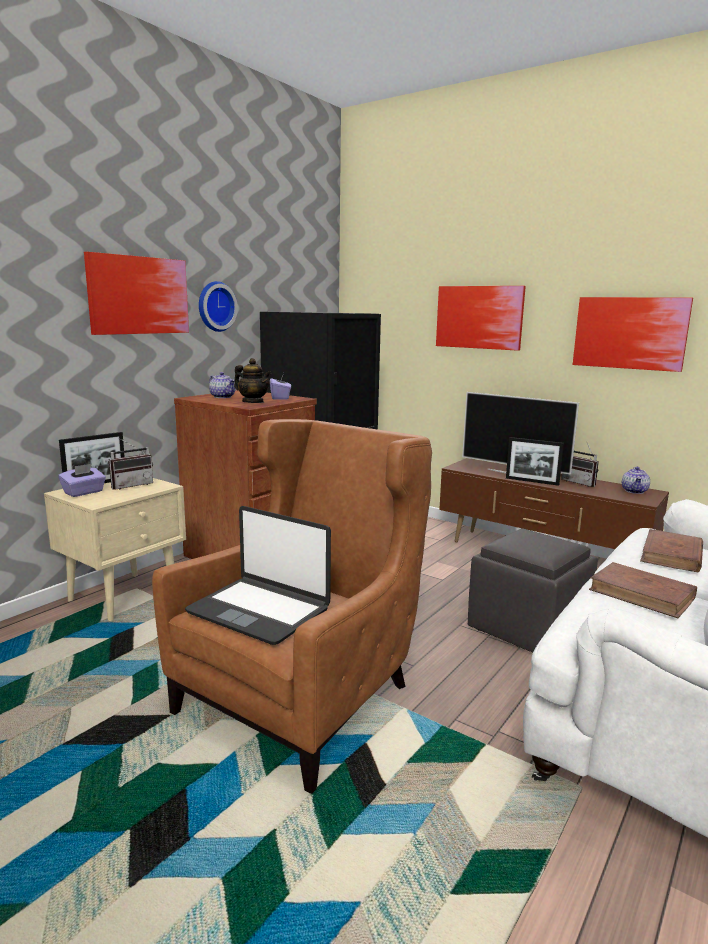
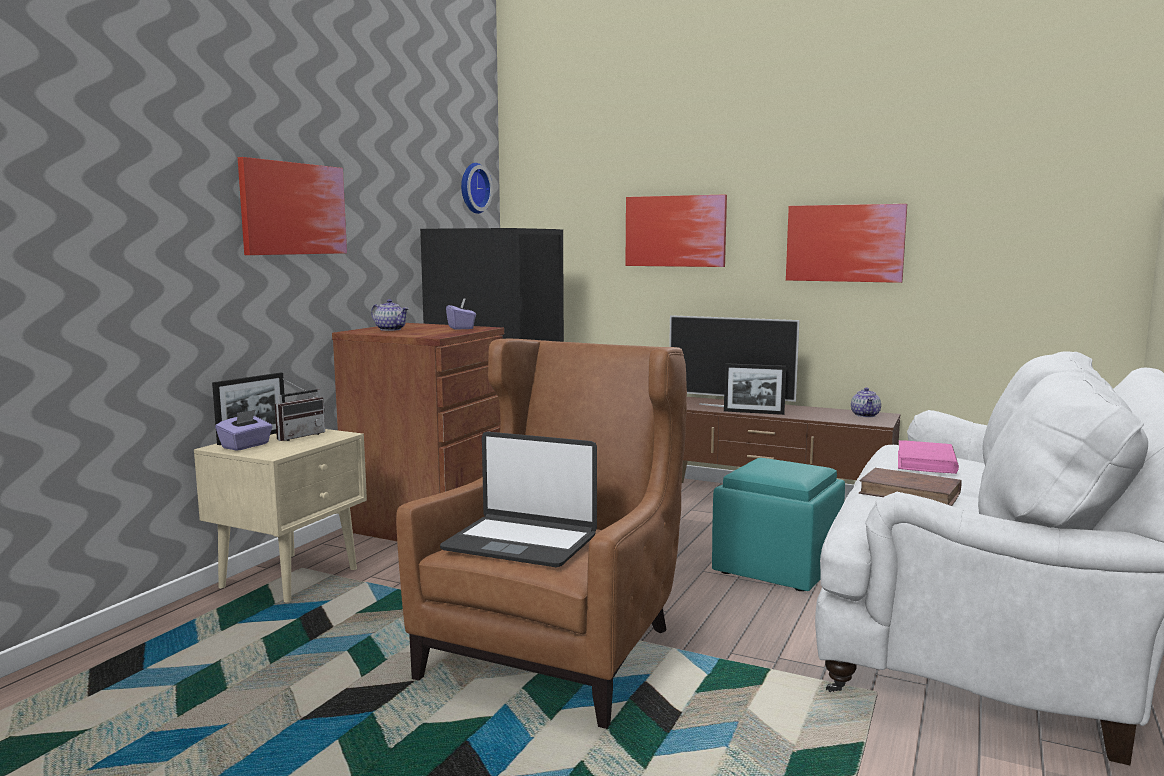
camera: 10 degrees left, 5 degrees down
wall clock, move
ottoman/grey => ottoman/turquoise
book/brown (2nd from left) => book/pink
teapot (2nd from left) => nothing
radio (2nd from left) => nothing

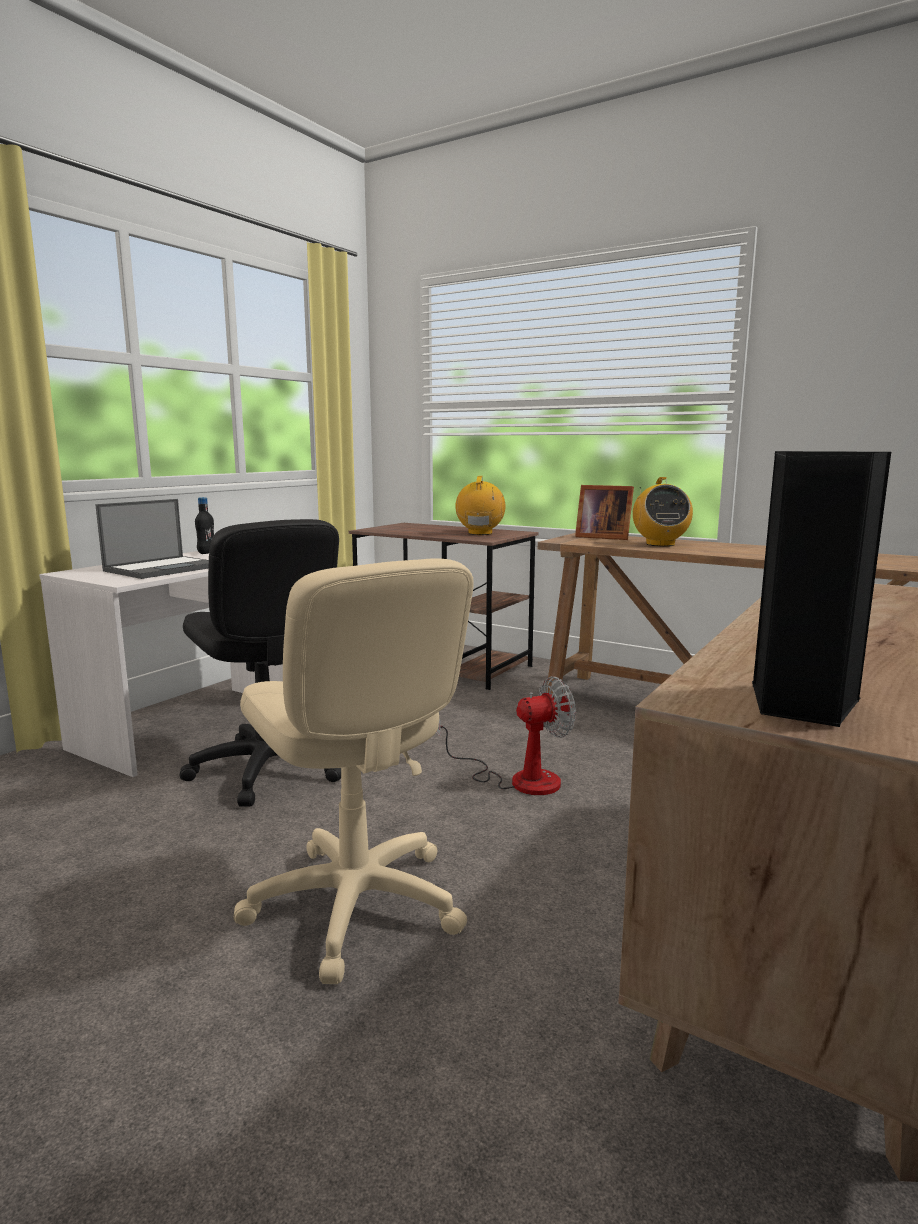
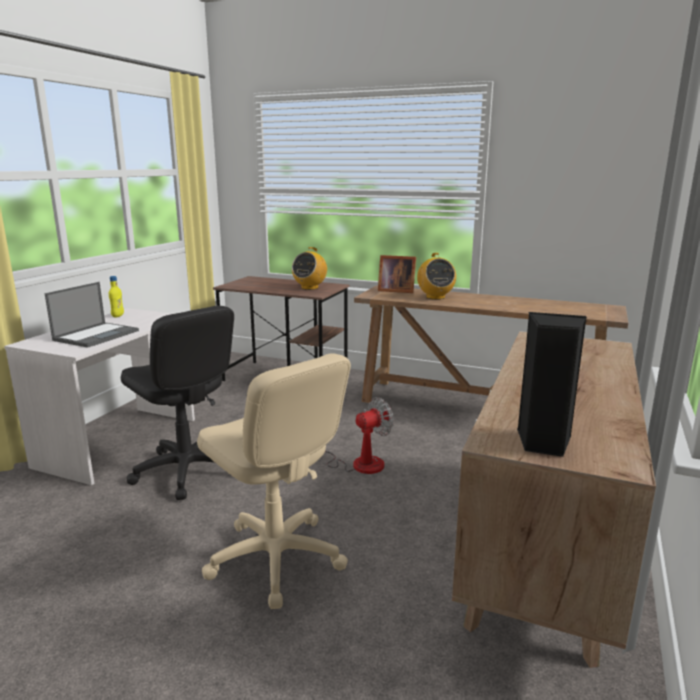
camera: 10 degrees left, 5 degrees up
bottle/black => bottle/yellow
radio (1st from left), 150 degrees counterclockwise

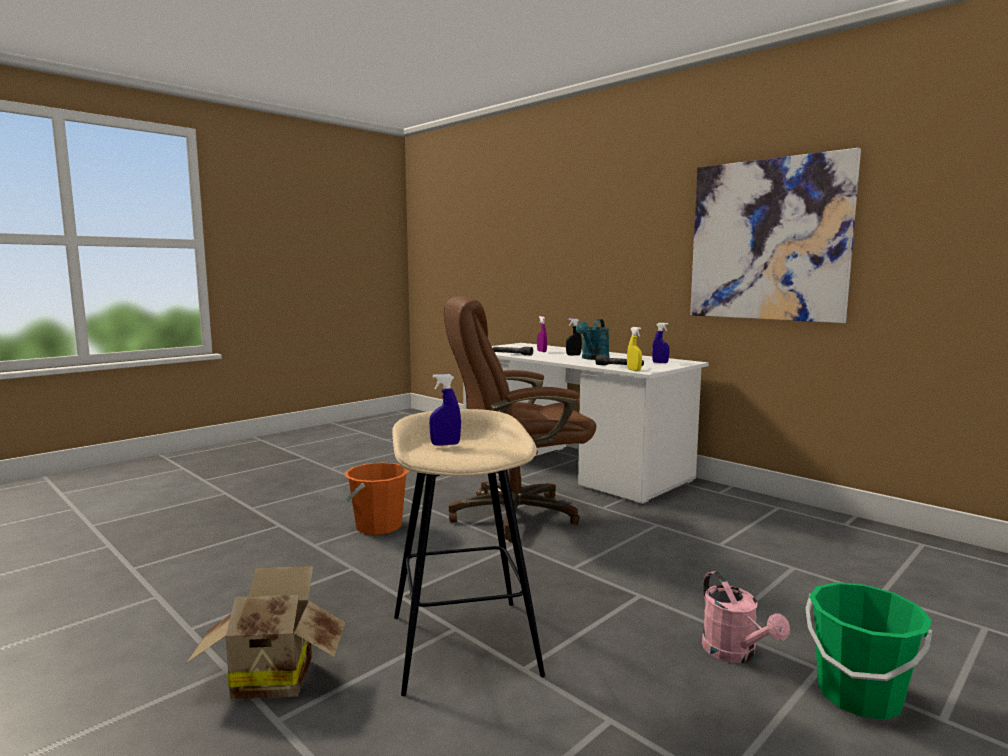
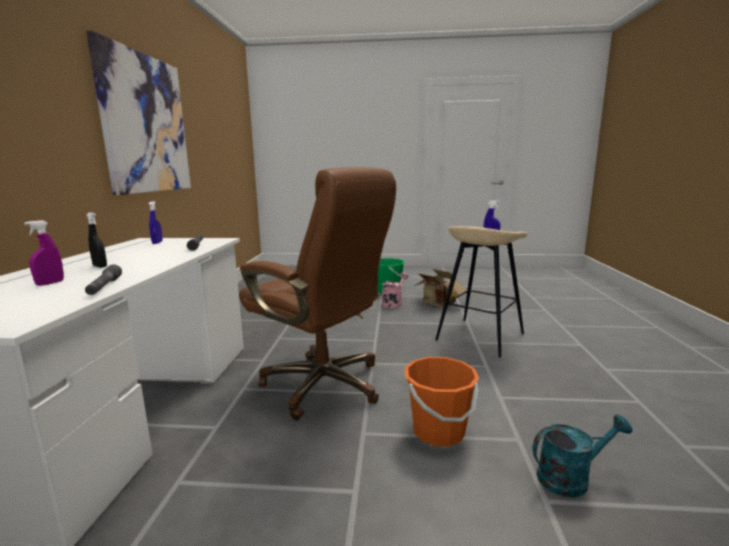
camera: 130 degrees left, 5 degrees up
cardboard box, move
watering can/turquoise, move
spray bottle/yellow => nothing

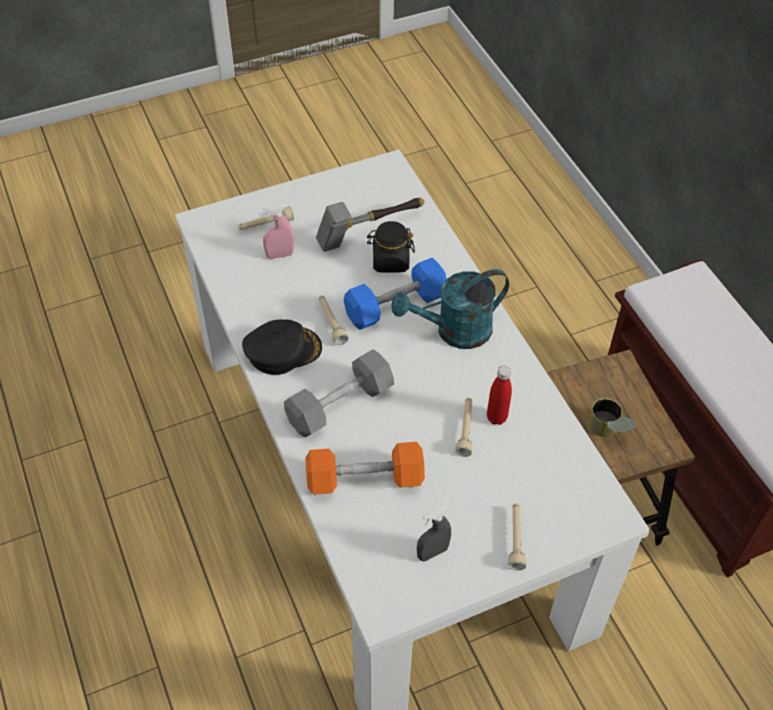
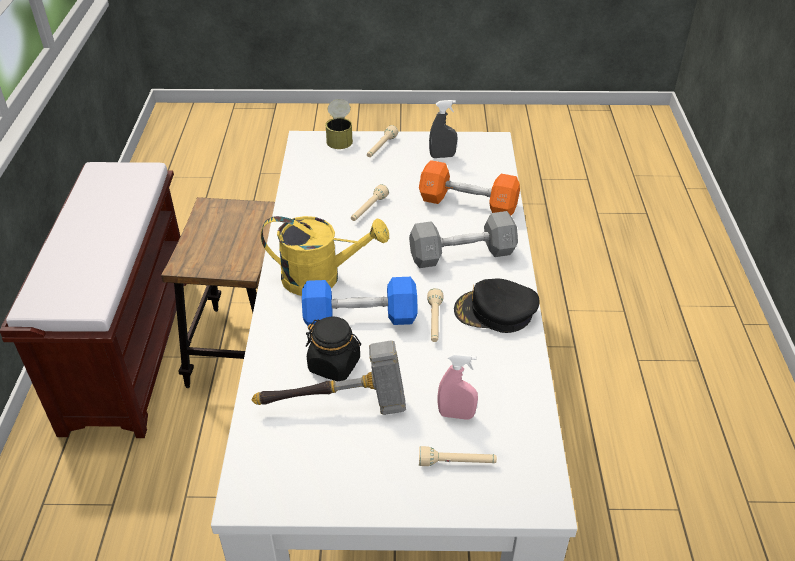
camera: 155 degrees left, 10 degrees down
watering can/turquoise => watering can/yellow
can, move
bottle/red => nothing

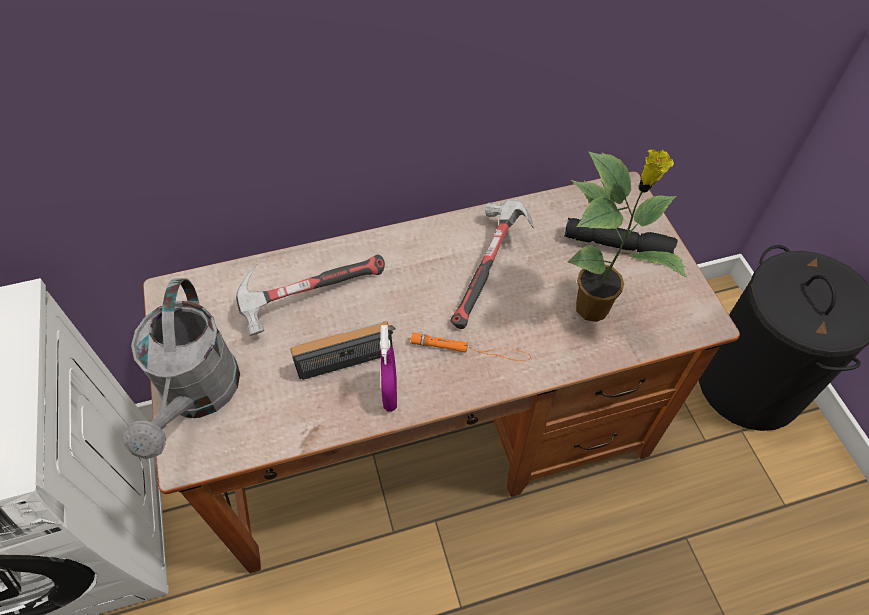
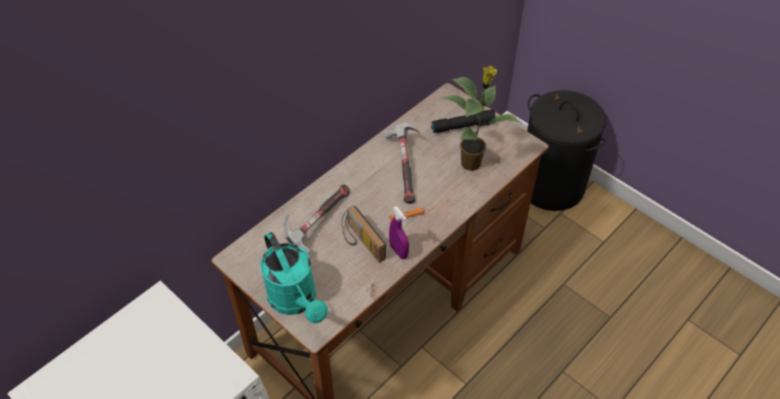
camera: 30 degrees left, 5 degrees down
watering can/grey => watering can/turquoise
radio, 75 degrees counterclockwise

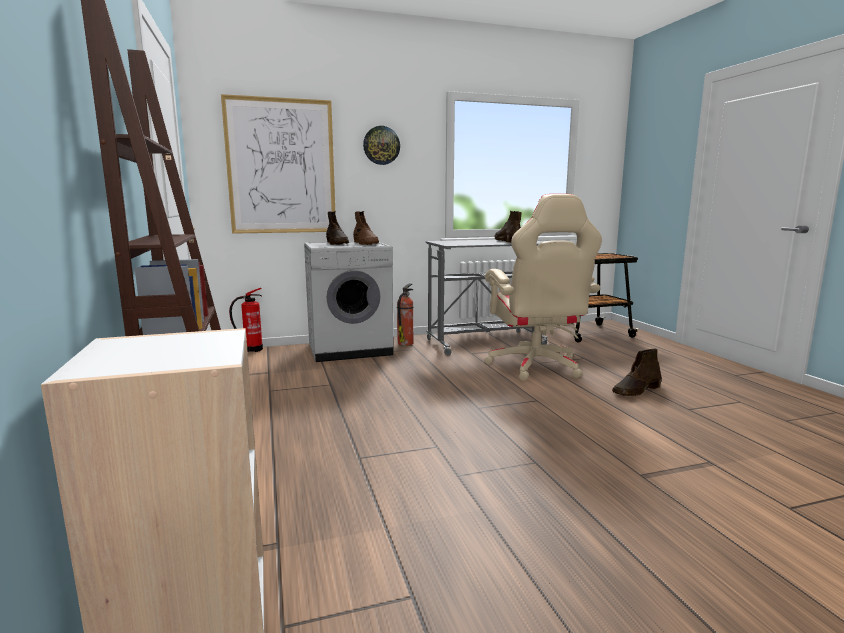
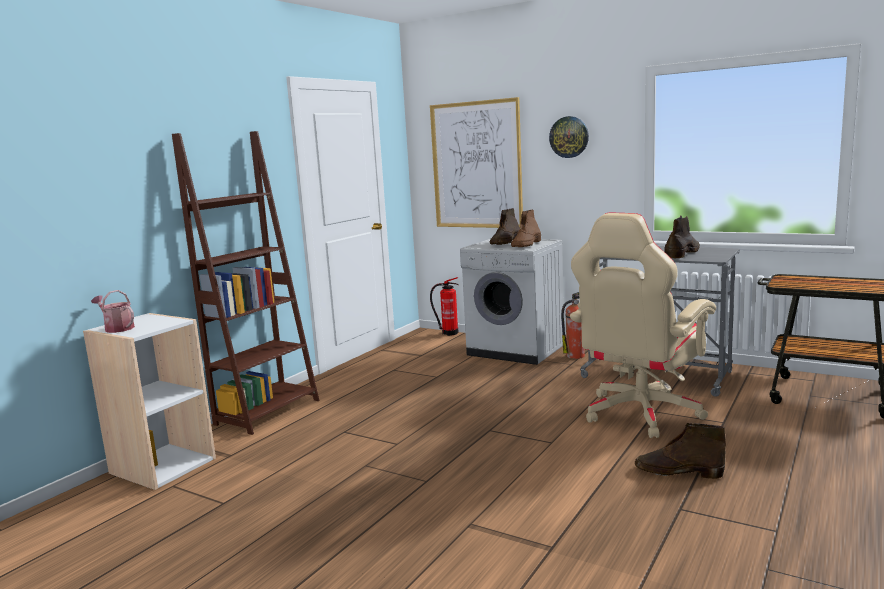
camera: 50 degrees right, 0 degrees up
nothing => watering can

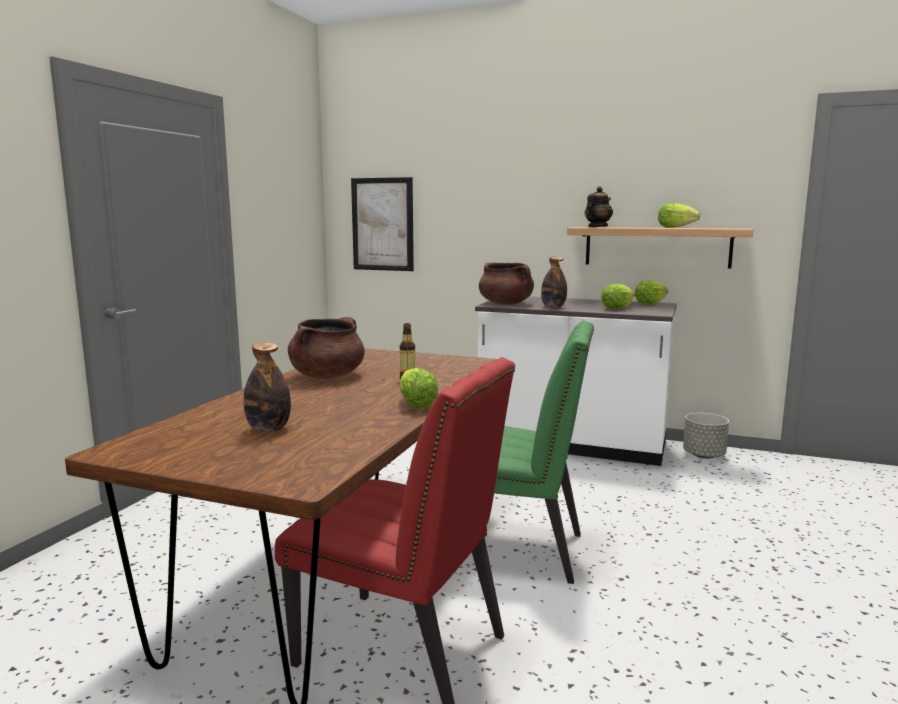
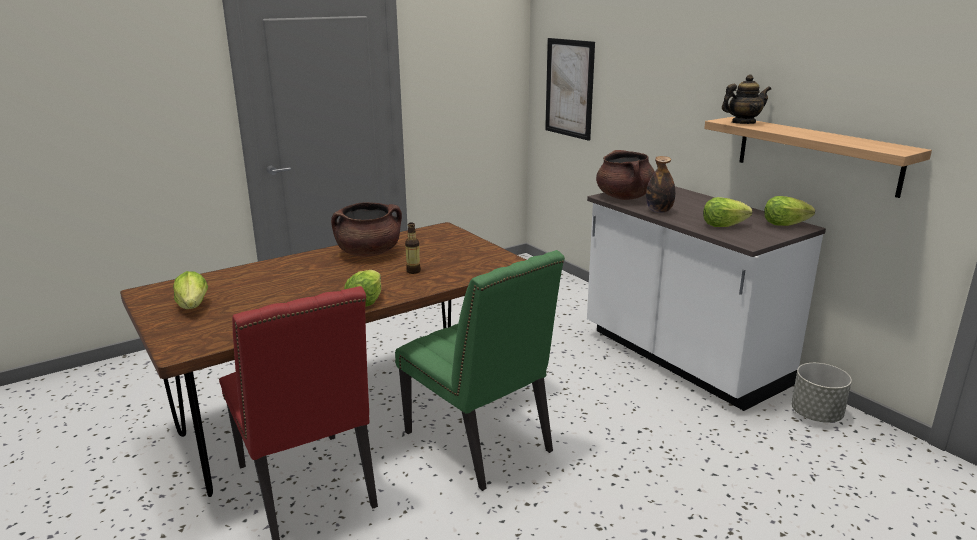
camera: 35 degrees right, 10 degrees up
lettuce (4th from left in the first image) => lettuce (1st from left), move
bottle (1st from left) => nothing

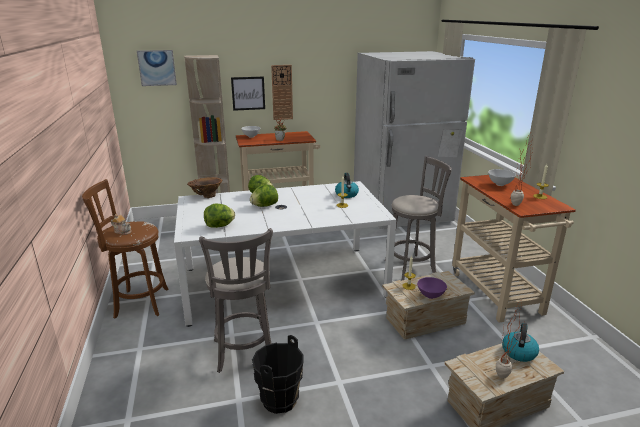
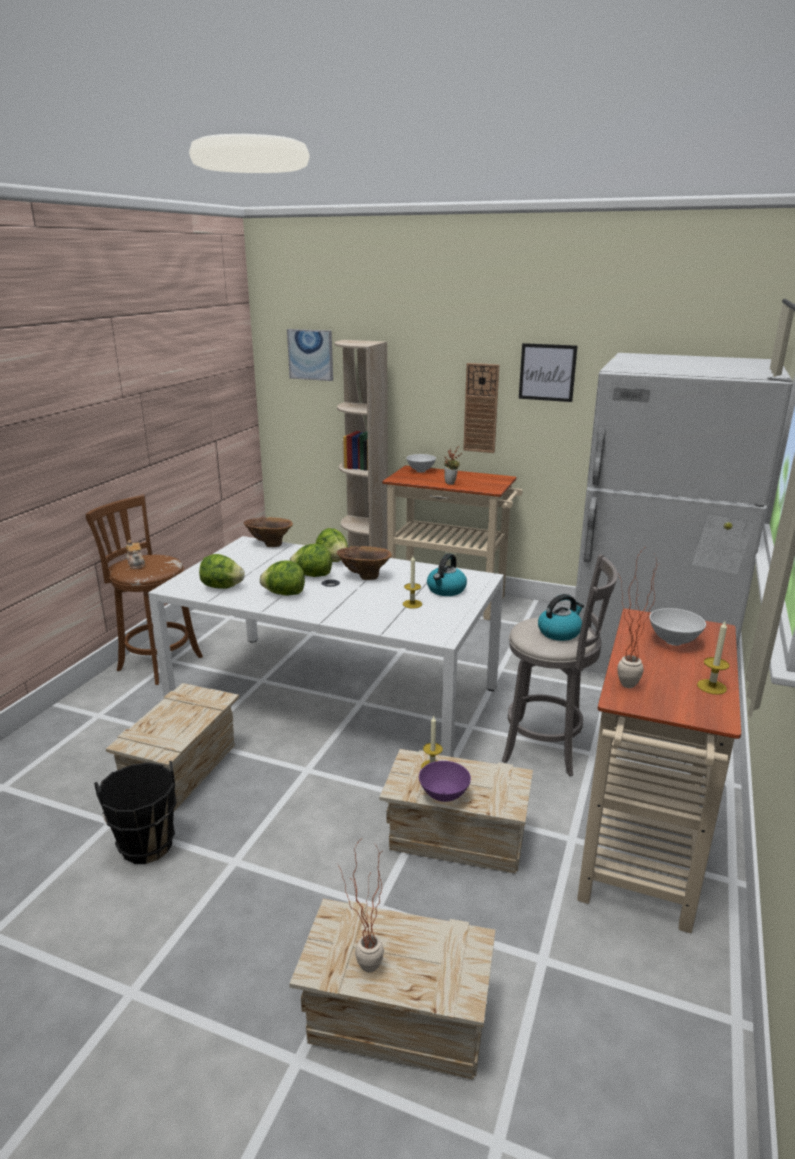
camera: 35 degrees right, 0 degrees up
stool/grey (1st from left) => crate (1st from left)
nothing => lettuce (2nd from left)
nothing => vase/brown (2nd from left)
picture (2nd from left), move
kettle (2nd from left), move

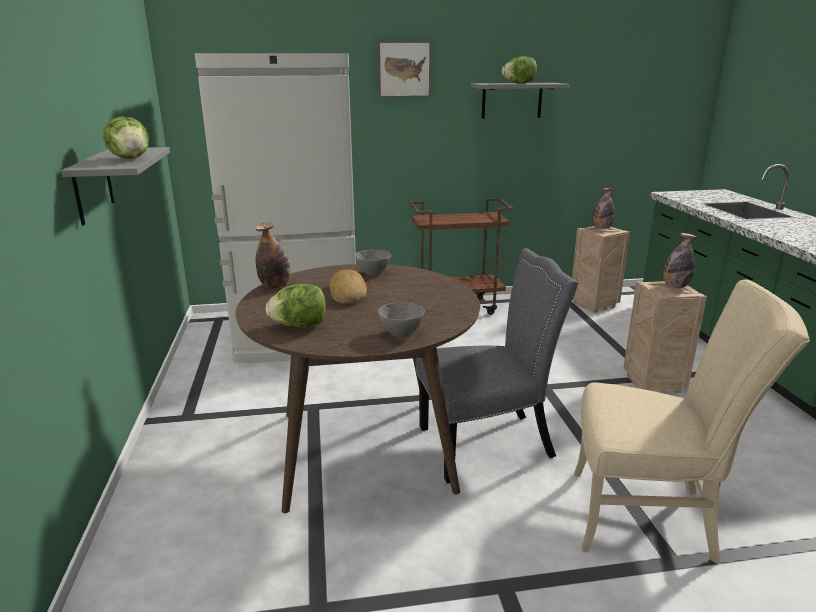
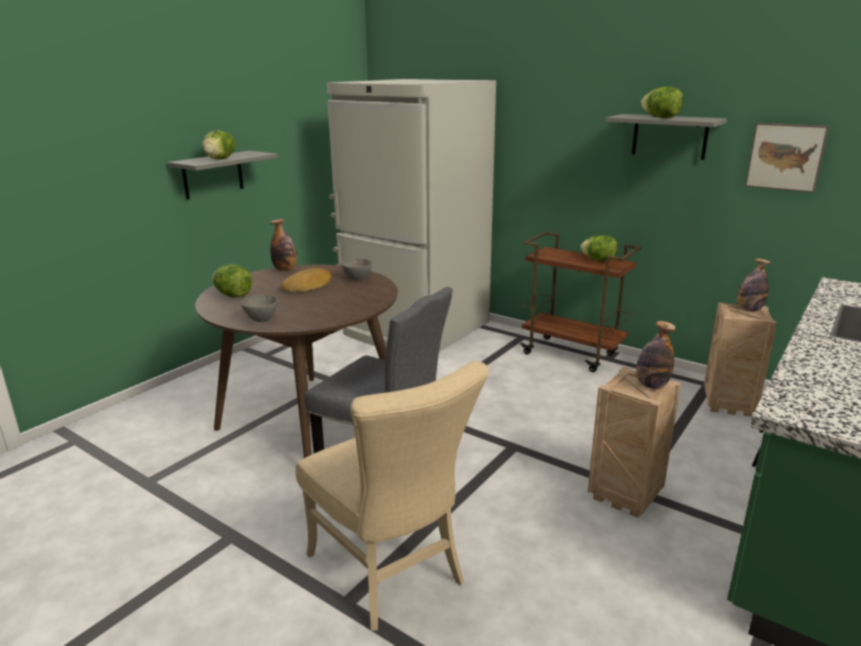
camera: 45 degrees right, 0 degrees up
nothing => lettuce (3rd from left)
picture, move

